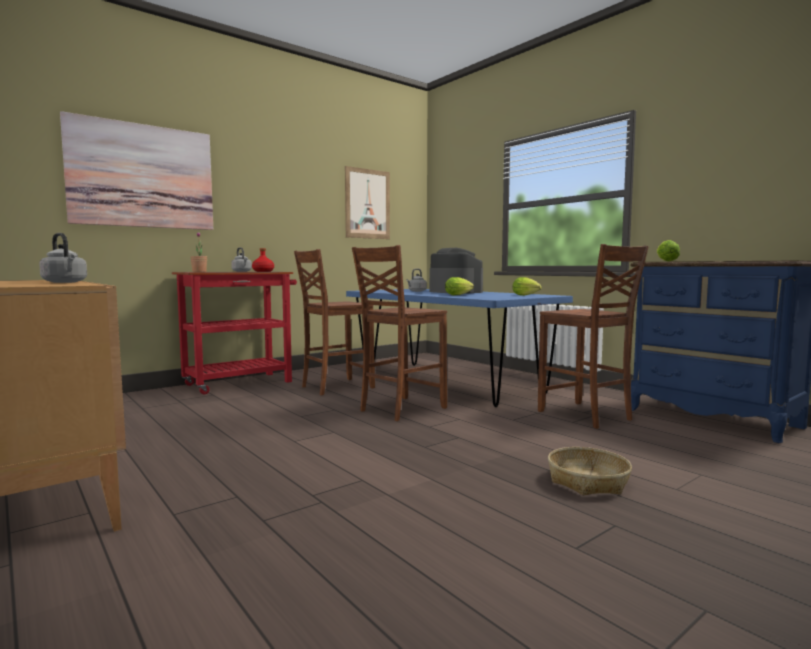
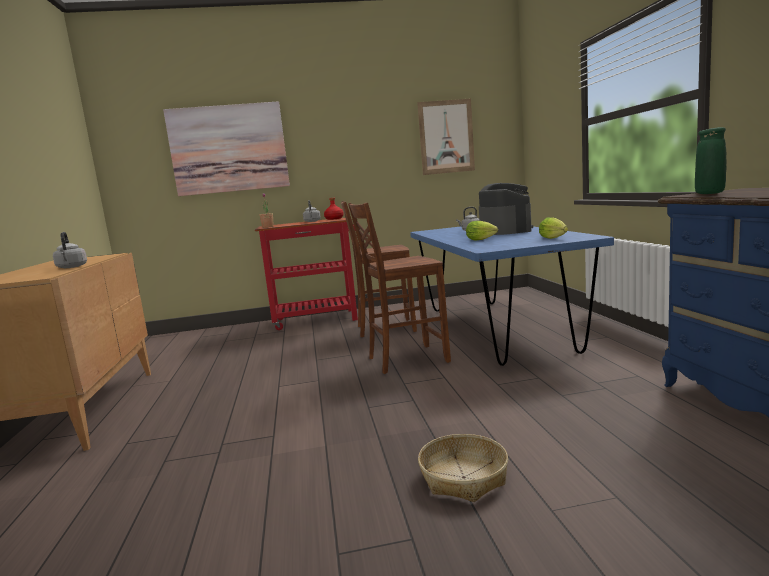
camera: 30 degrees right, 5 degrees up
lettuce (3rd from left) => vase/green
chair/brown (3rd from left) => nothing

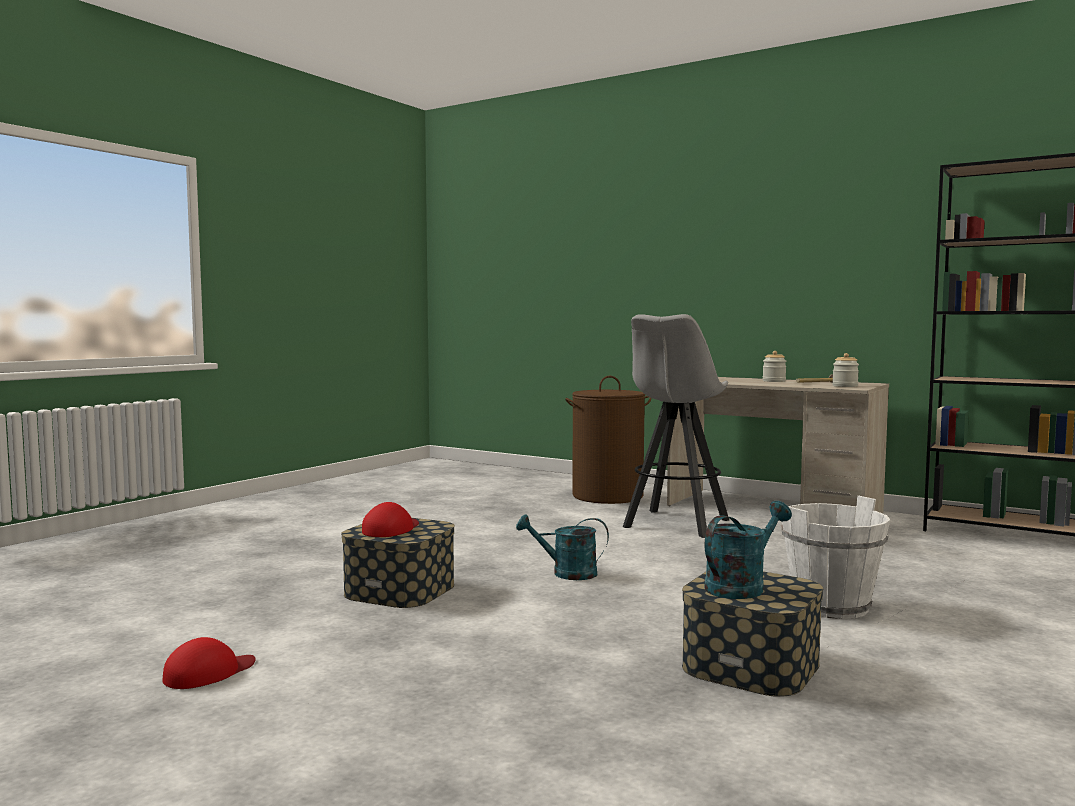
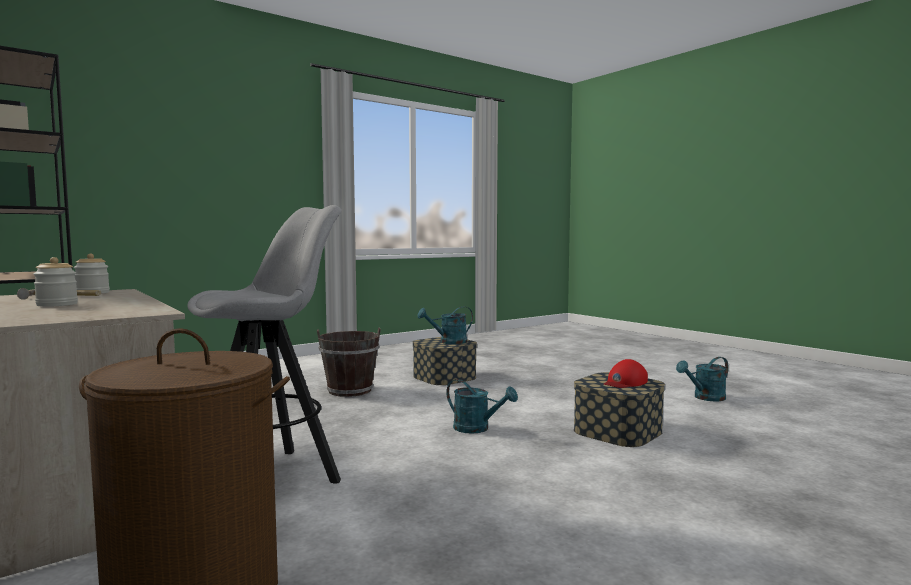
camera: 160 degrees left, 0 degrees up
bucket/white => bucket/brown
cap/red (1st from left) => watering can/turquoise (3rd from left)

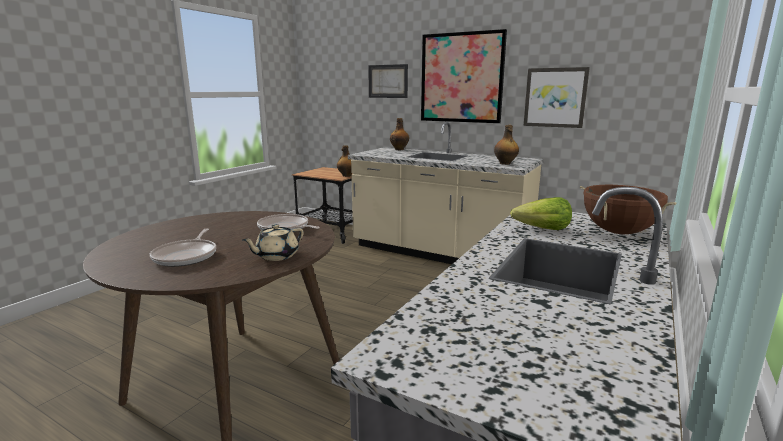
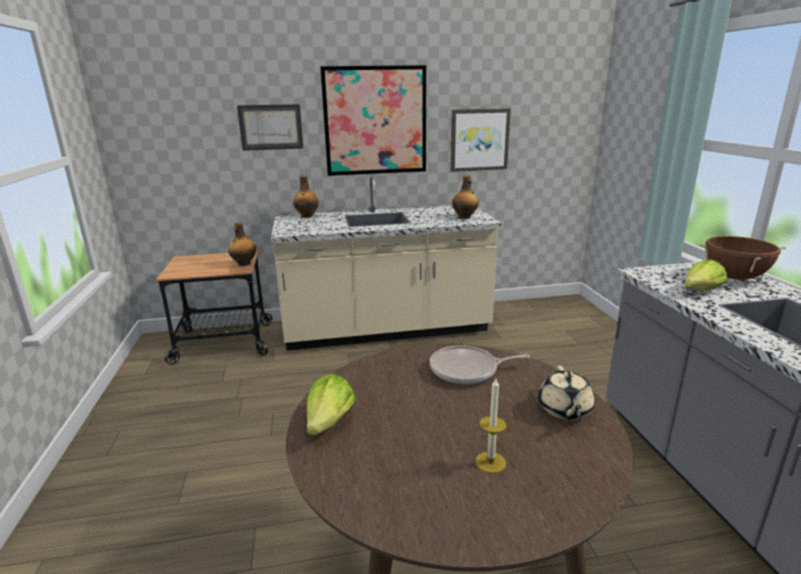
camera: 40 degrees left, 5 degrees up
nothing => lettuce (1st from left)
frying pan (1st from left) => candle

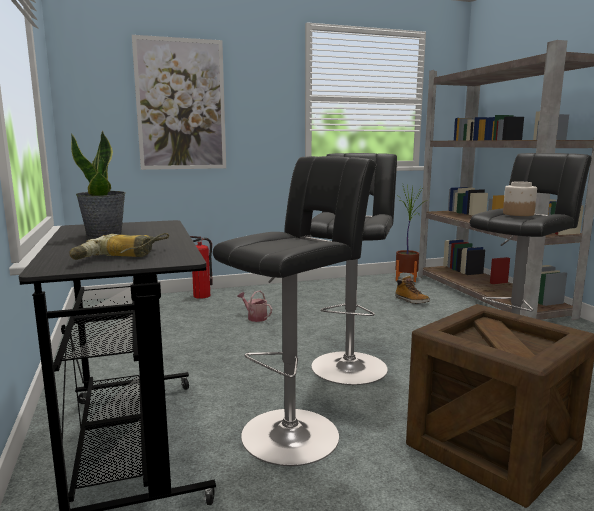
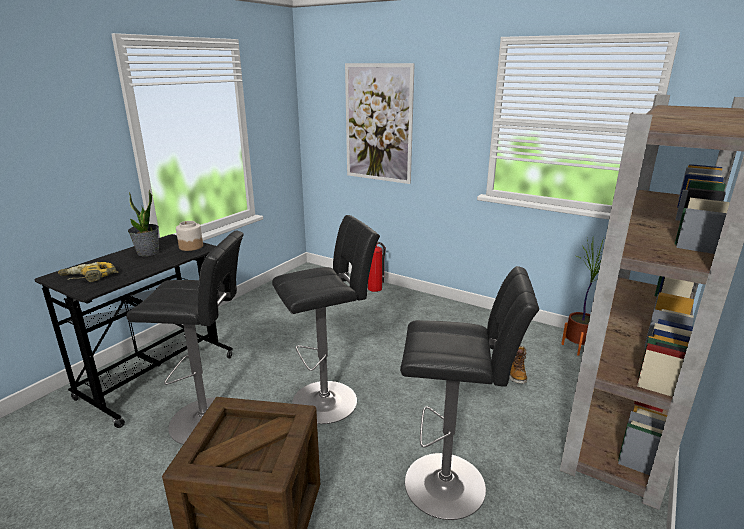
camera: 50 degrees right, 10 degrees up
jar, move
watering can => nothing

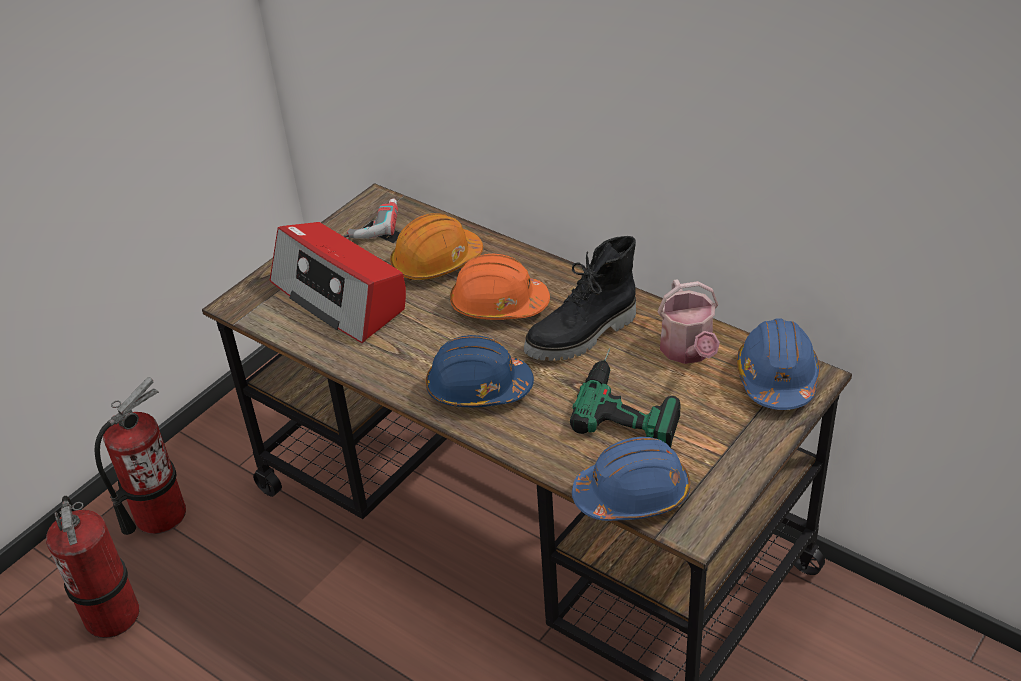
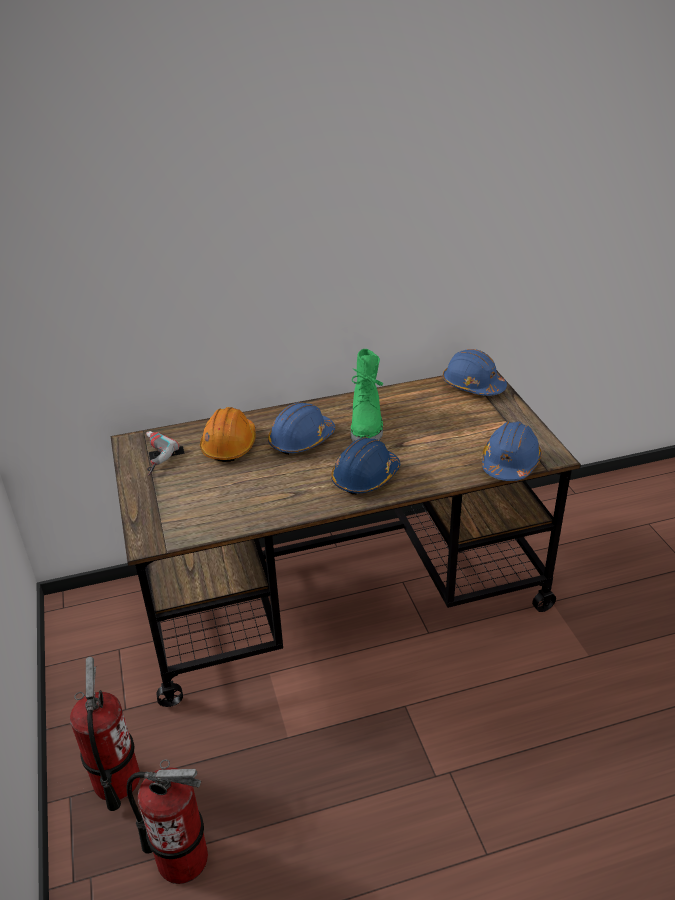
camera: 55 degrees left, 5 degrees down
hard hat/orange (2nd from left) => hard hat/blue (1st from left)
boot/black => boot/green
radio => nothing
power drill (2nd from left) => nothing
watering can => nothing

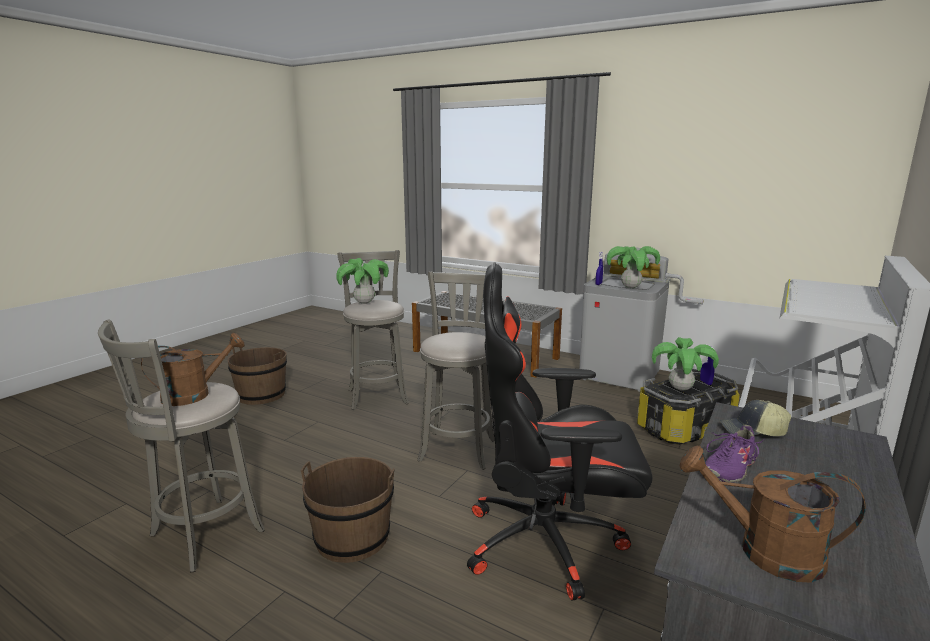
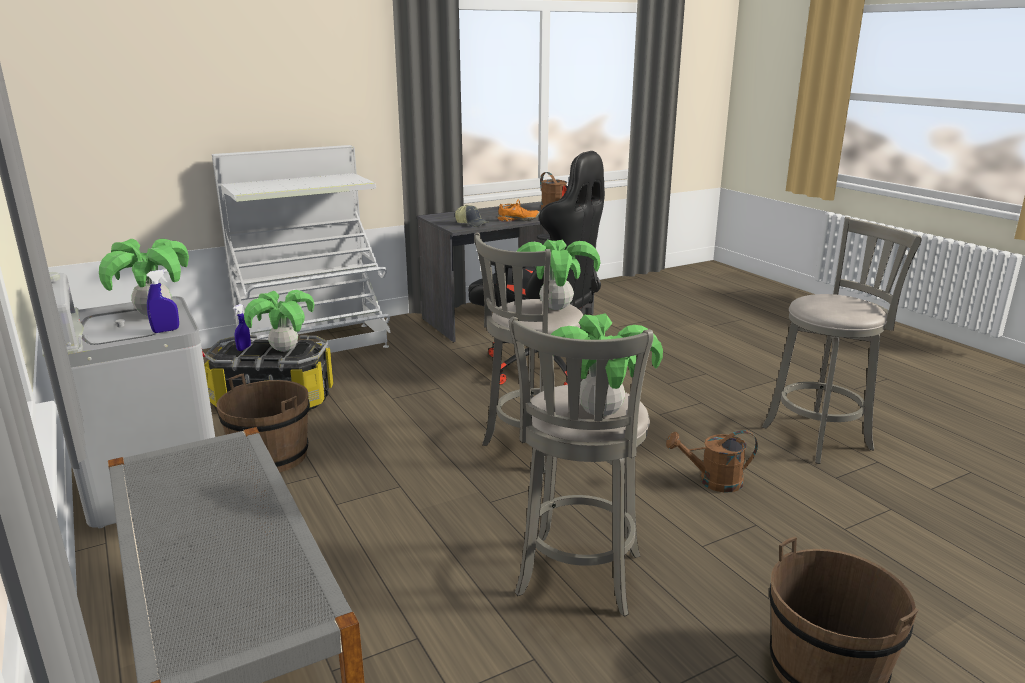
camera: 150 degrees left, 5 degrees up
bucket/brown (2nd from left in the first image) => bucket/brown (1st from left), move
shoe/purple => shoe/orange
nothing => potted plant (3rd from left)
watering can/brown (1st from left in the first image) => watering can/brown (2nd from left), move

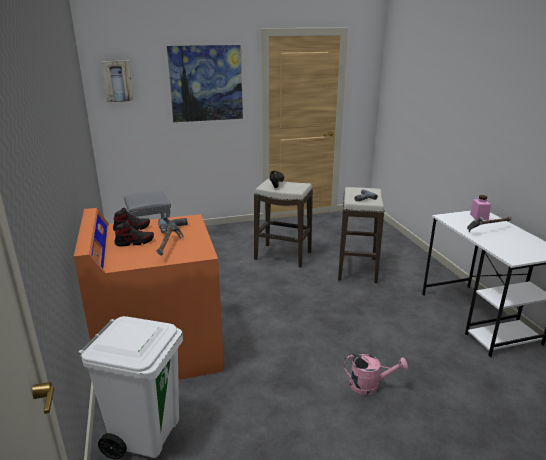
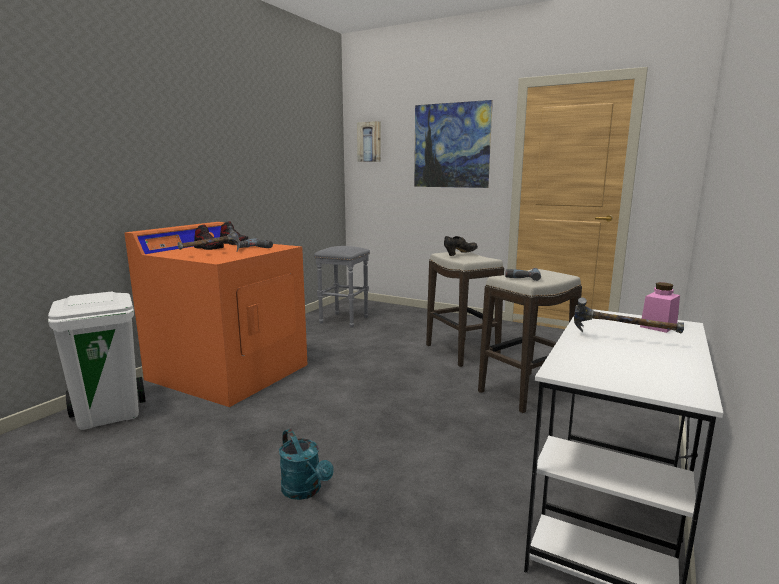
camera: 45 degrees right, 10 degrees down
watering can/pink => watering can/turquoise

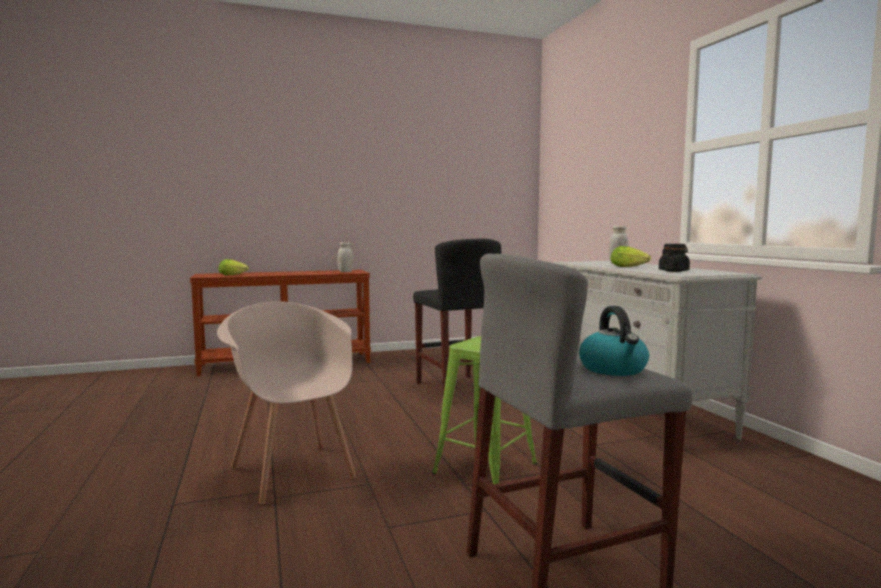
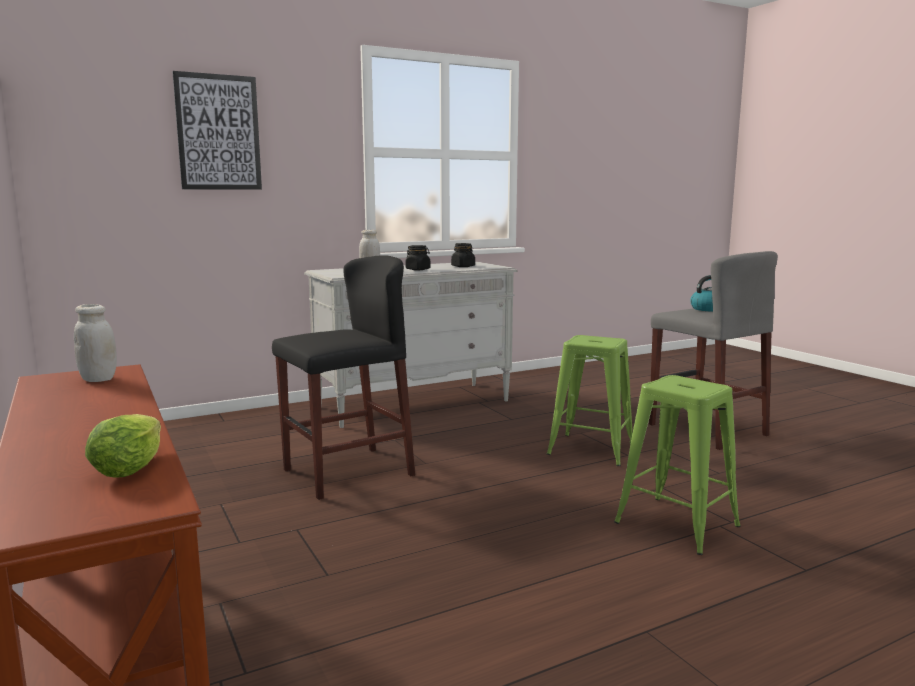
camera: 100 degrees left, 5 degrees up
nothing => picture
lettuce (2nd from left) => jar/black (1st from left)
chair/beige => stool/green (2nd from left)

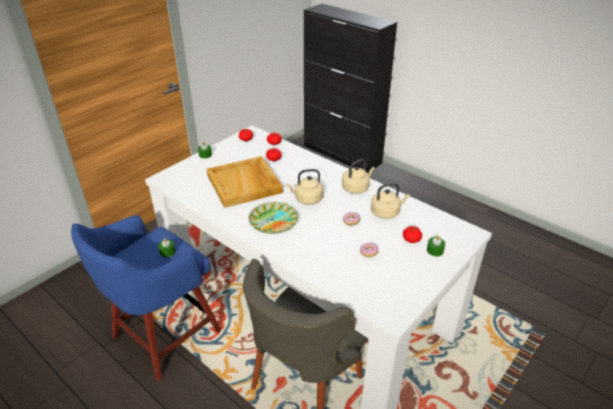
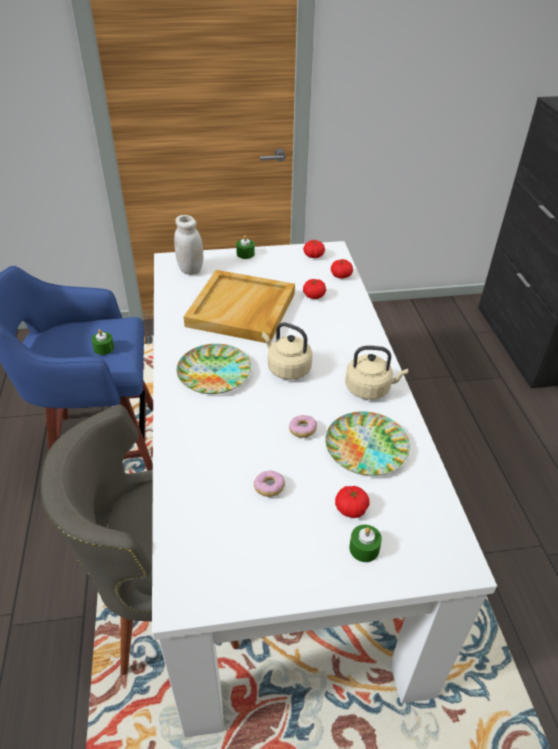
camera: 40 degrees right, 5 degrees up
nothing => jar/white
kettle/beige (3rd from left) => plate (2nd from left)

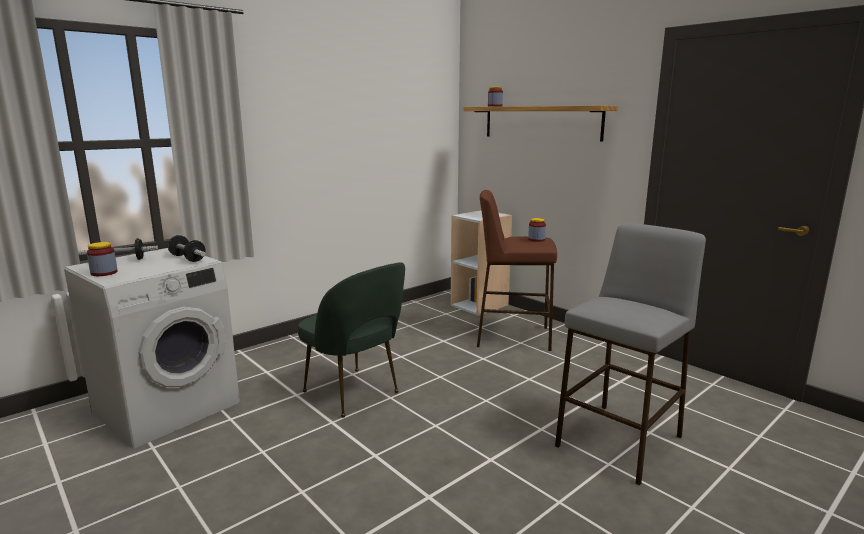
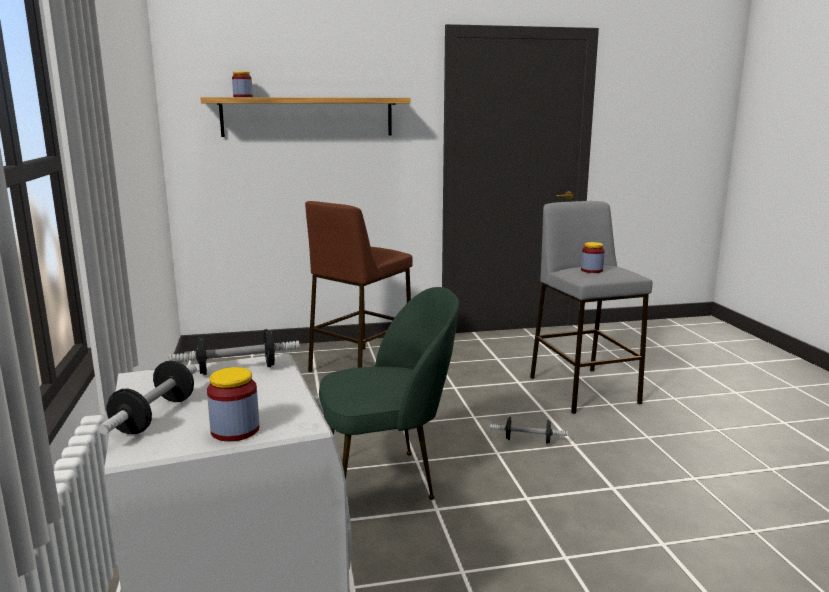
camera: 60 degrees left, 0 degrees up
nothing => dumbbell (3rd from left)
jar (3rd from left), move
bookcase => nothing

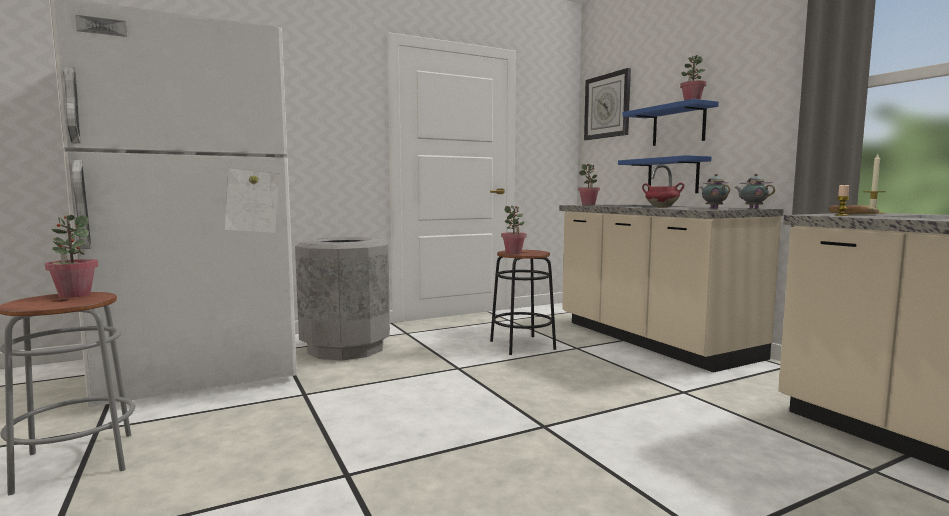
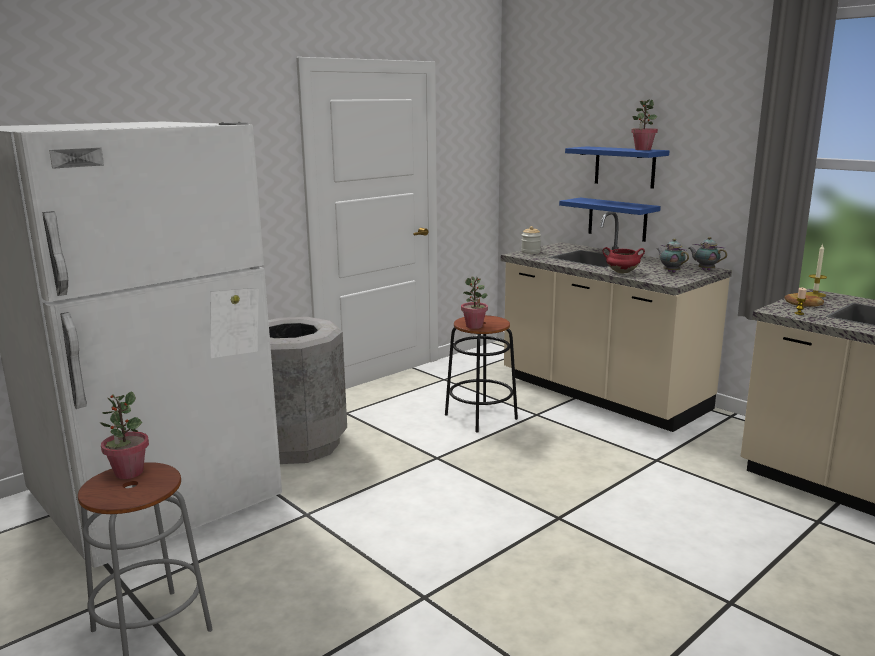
camera: 15 degrees left, 10 degrees up
potted plant (3rd from left) => jar
wall clock => nothing

